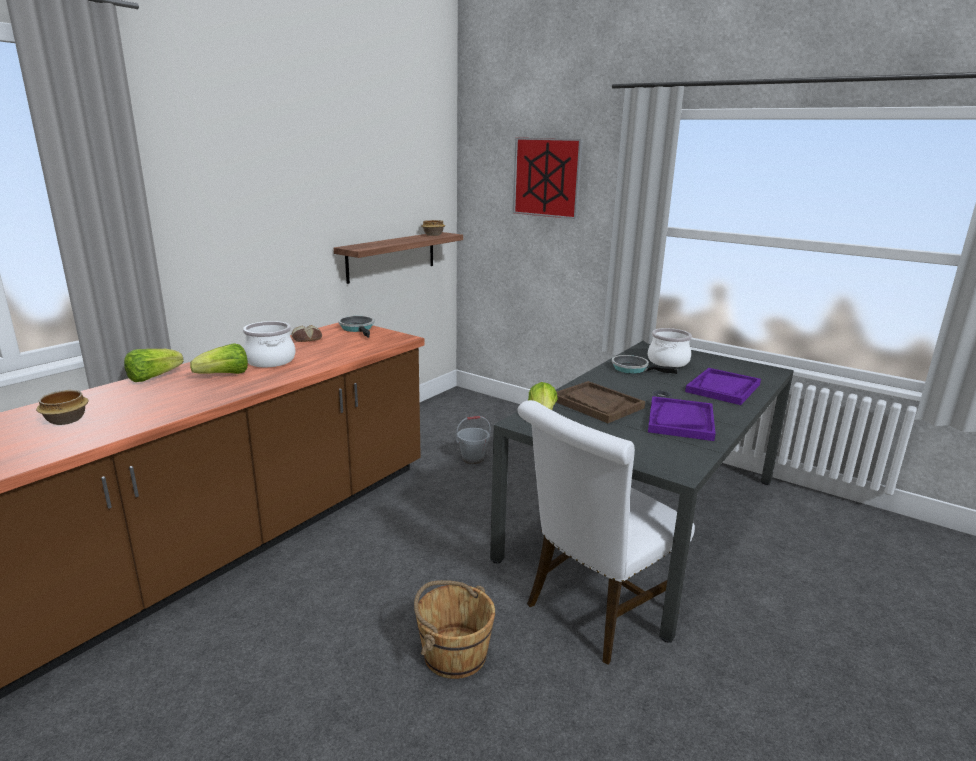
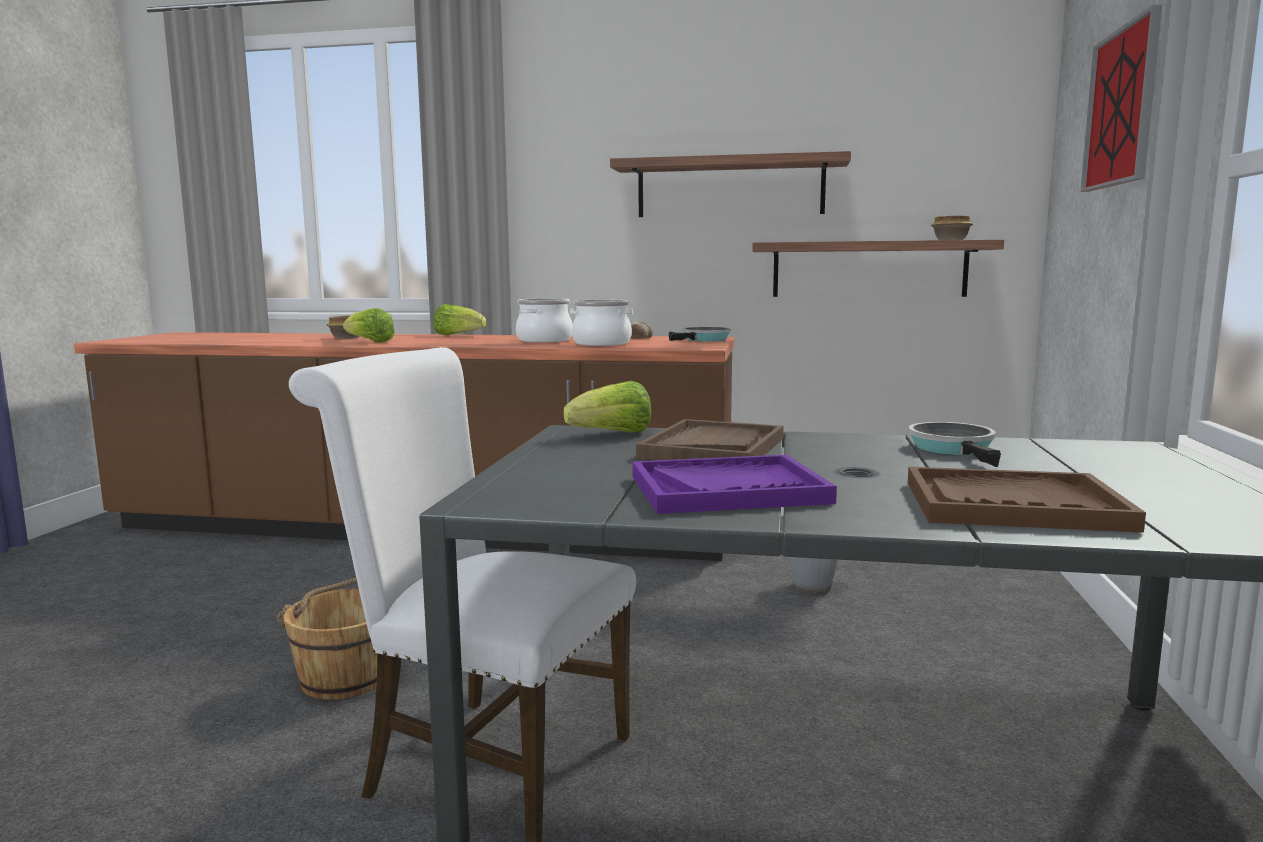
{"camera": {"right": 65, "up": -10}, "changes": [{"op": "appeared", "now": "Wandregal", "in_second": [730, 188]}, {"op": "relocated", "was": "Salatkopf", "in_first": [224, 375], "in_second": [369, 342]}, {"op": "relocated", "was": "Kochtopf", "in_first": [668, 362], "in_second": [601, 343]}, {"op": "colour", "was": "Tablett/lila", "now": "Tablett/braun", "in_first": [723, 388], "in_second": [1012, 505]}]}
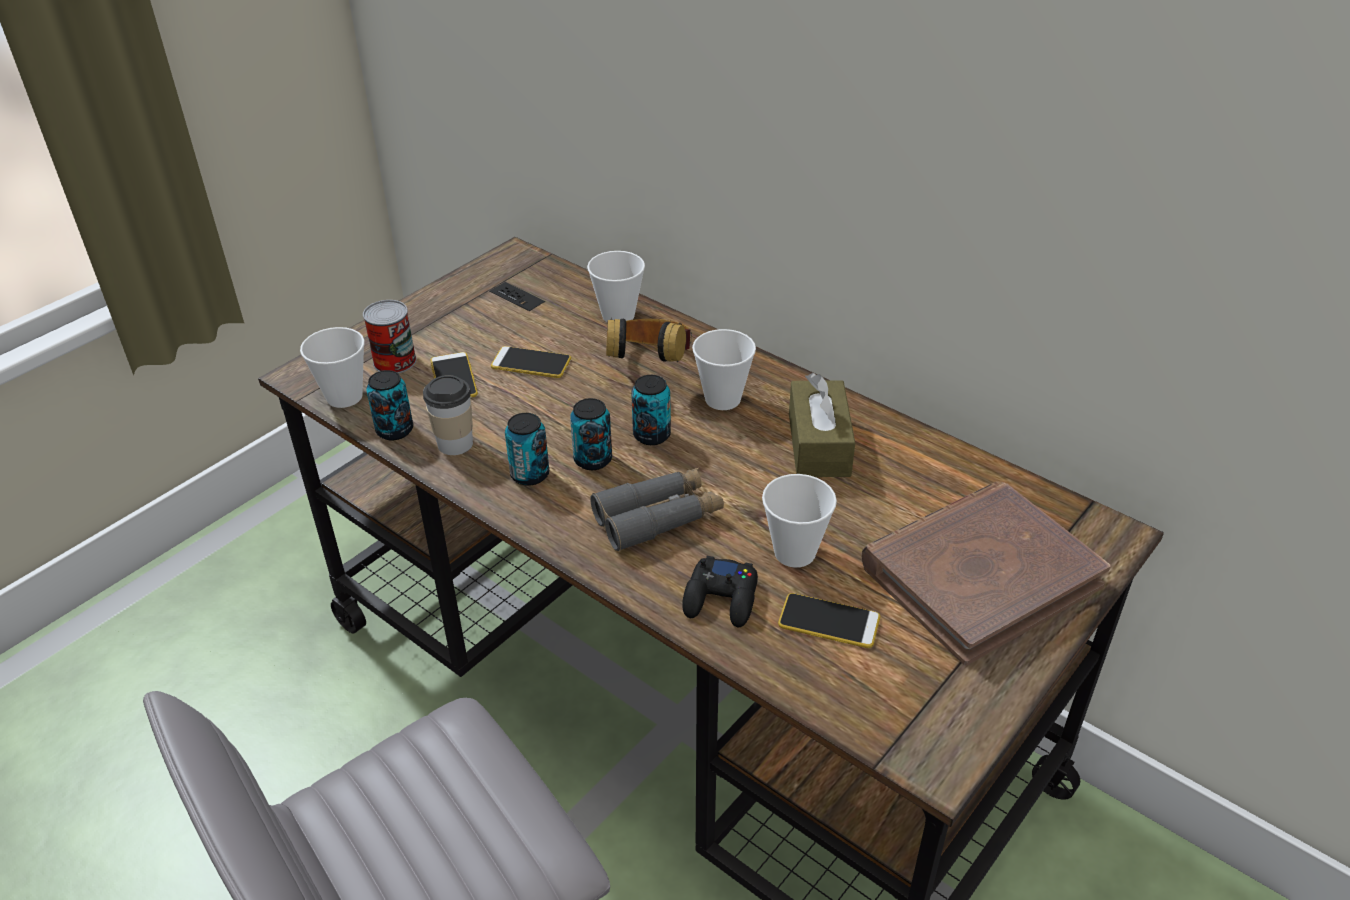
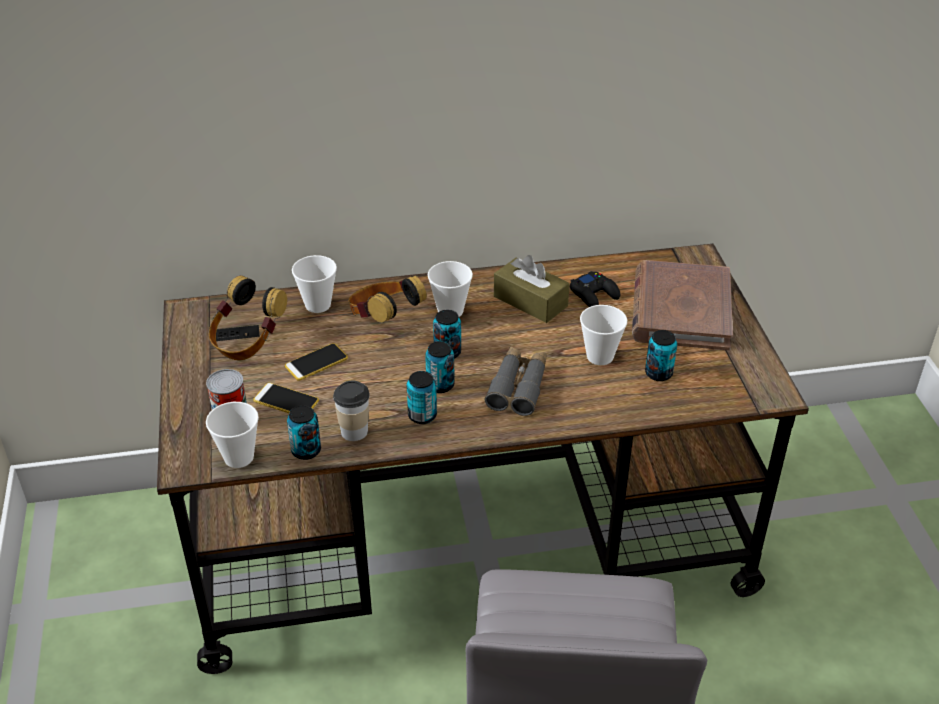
{"camera": {"right": -50, "up": 0}, "changes": [{"op": "appeared", "now": "Kopfhörer", "in_second": [247, 342]}, {"op": "relocated", "was": "Gamepad/schwarz", "in_first": [721, 599], "in_second": [594, 295]}, {"op": "exchanged", "was": "Handy", "now": "Dose", "in_first": [829, 621], "in_second": [658, 373]}]}
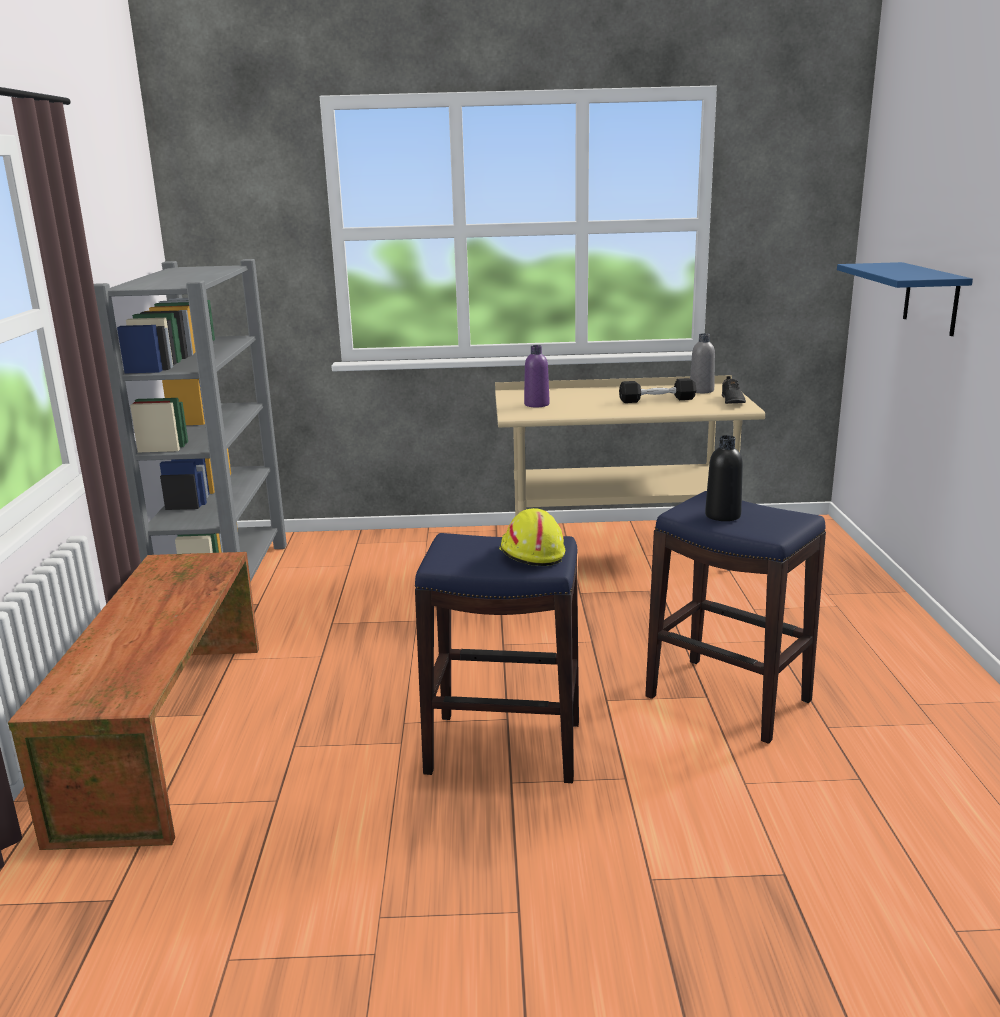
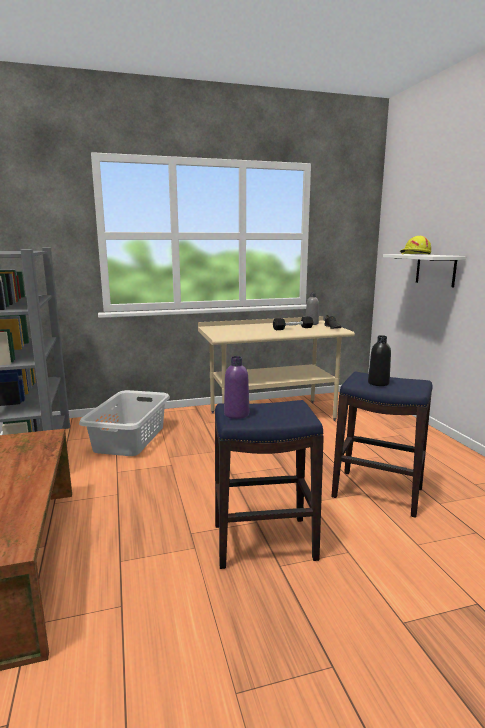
{"camera": {"right": -15, "up": -5}, "changes": [{"op": "appeared", "now": "Wäschekorb/grau", "in_second": [130, 438]}, {"op": "relocated", "was": "Schutzhelm/gelb", "in_first": [530, 553], "in_second": [414, 254]}, {"op": "relocated", "was": "Flasche/lila", "in_first": [536, 404], "in_second": [236, 414]}, {"op": "colour", "was": "Wandregal/blau", "now": "Wandregal/weiß", "in_first": [931, 298], "in_second": [435, 270]}]}
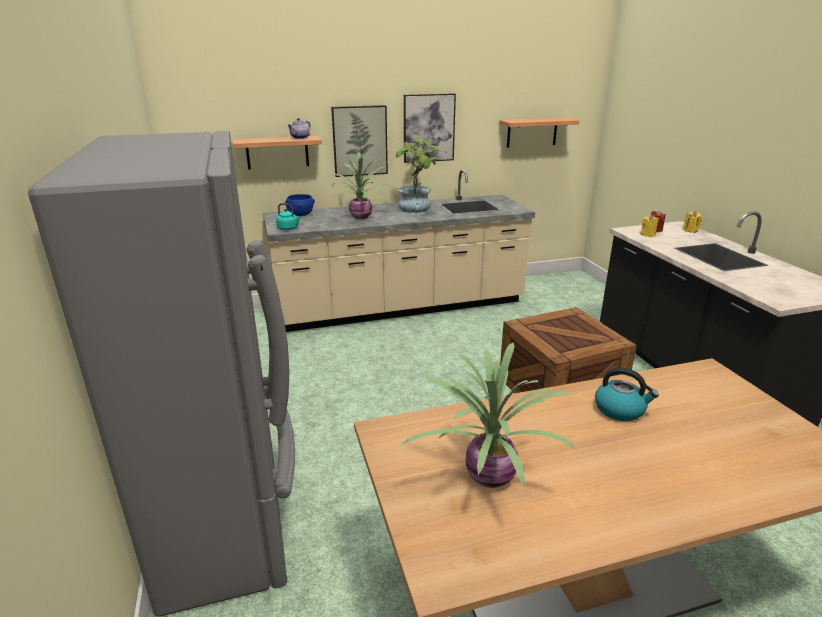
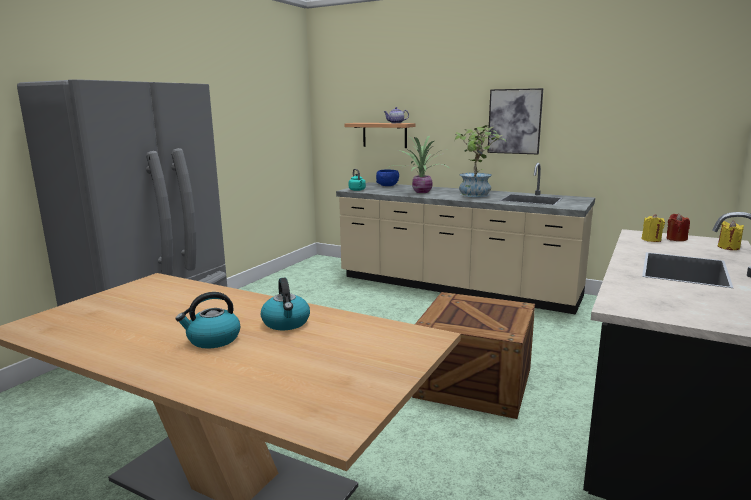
{"camera": {"right": 45, "up": -10}, "changes": [{"op": "missing", "was": "Bild", "in_first": [360, 141]}, {"op": "missing", "was": "Topfpflanze", "in_first": [487, 476]}, {"op": "missing", "was": "Wandregal", "in_first": [532, 132]}, {"op": "appeared", "now": "Wasserkessel", "in_second": [213, 340]}]}
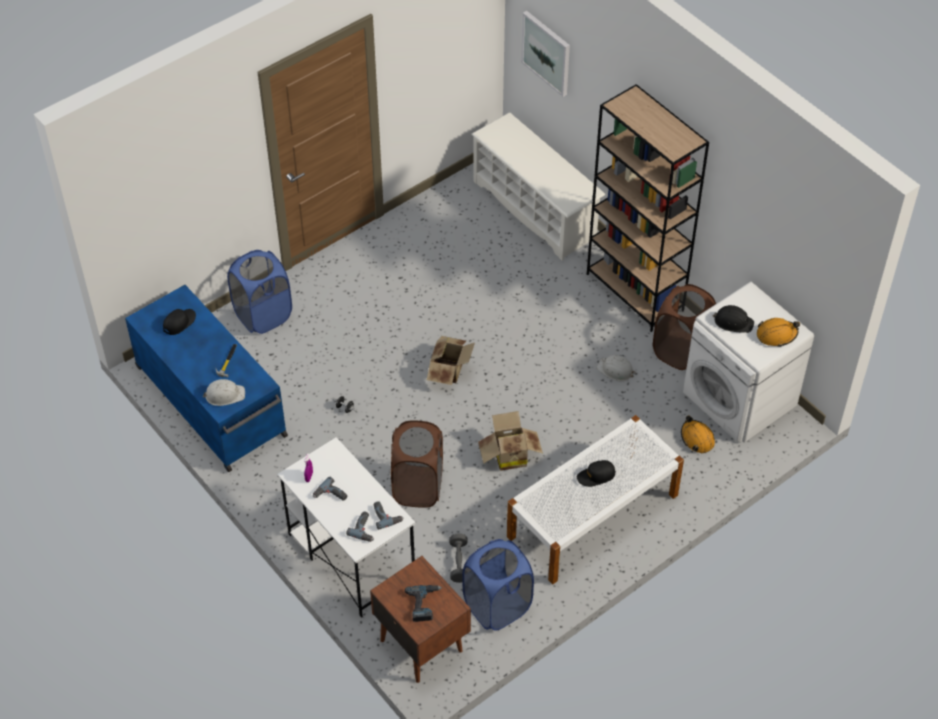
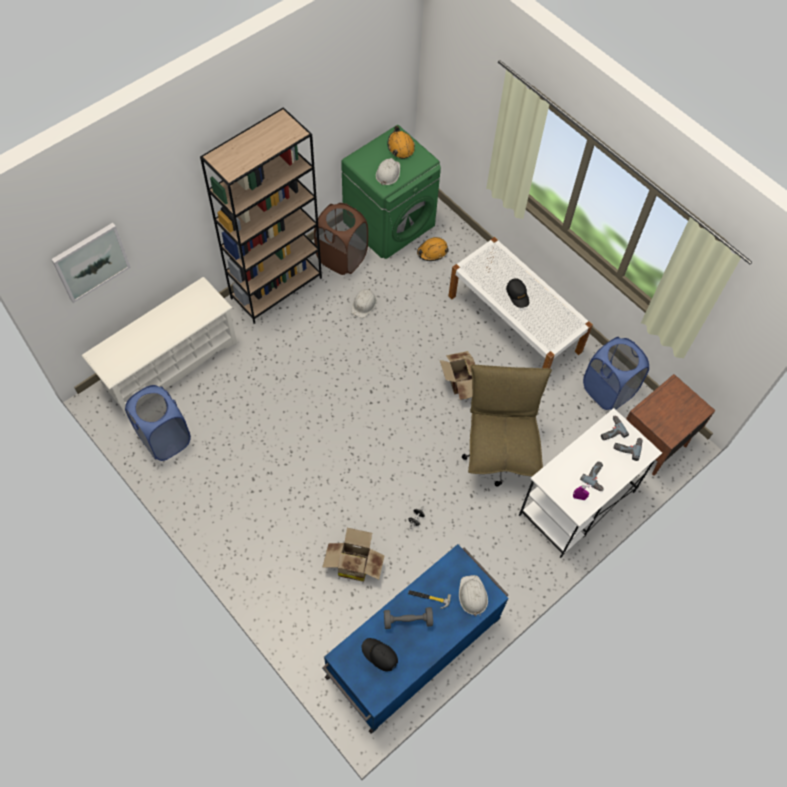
{"camera": {"right": -95, "up": 10}, "changes": [{"op": "missing", "was": "Bohrmaschine", "in_first": [424, 604]}, {"op": "relocated", "was": "Wäschekorb/blau", "in_first": [263, 315], "in_second": [164, 438]}, {"op": "relocated", "was": "Karton", "in_first": [450, 371], "in_second": [353, 564]}, {"op": "relocated", "was": "Hantel/grau", "in_first": [458, 562], "in_second": [408, 620]}, {"op": "exchanged", "was": "Wäschekorb/braun", "now": "Bürostuhl/beige", "in_first": [418, 487], "in_second": [499, 453]}, {"op": "colour", "was": "Waschmaschine/weiß", "now": "Waschmaschine/grün", "in_first": [738, 399], "in_second": [391, 223]}, {"op": "colour", "was": "Schutzhelm/schwarz", "now": "Schutzhelm/weiß", "in_first": [733, 322], "in_second": [388, 173]}]}
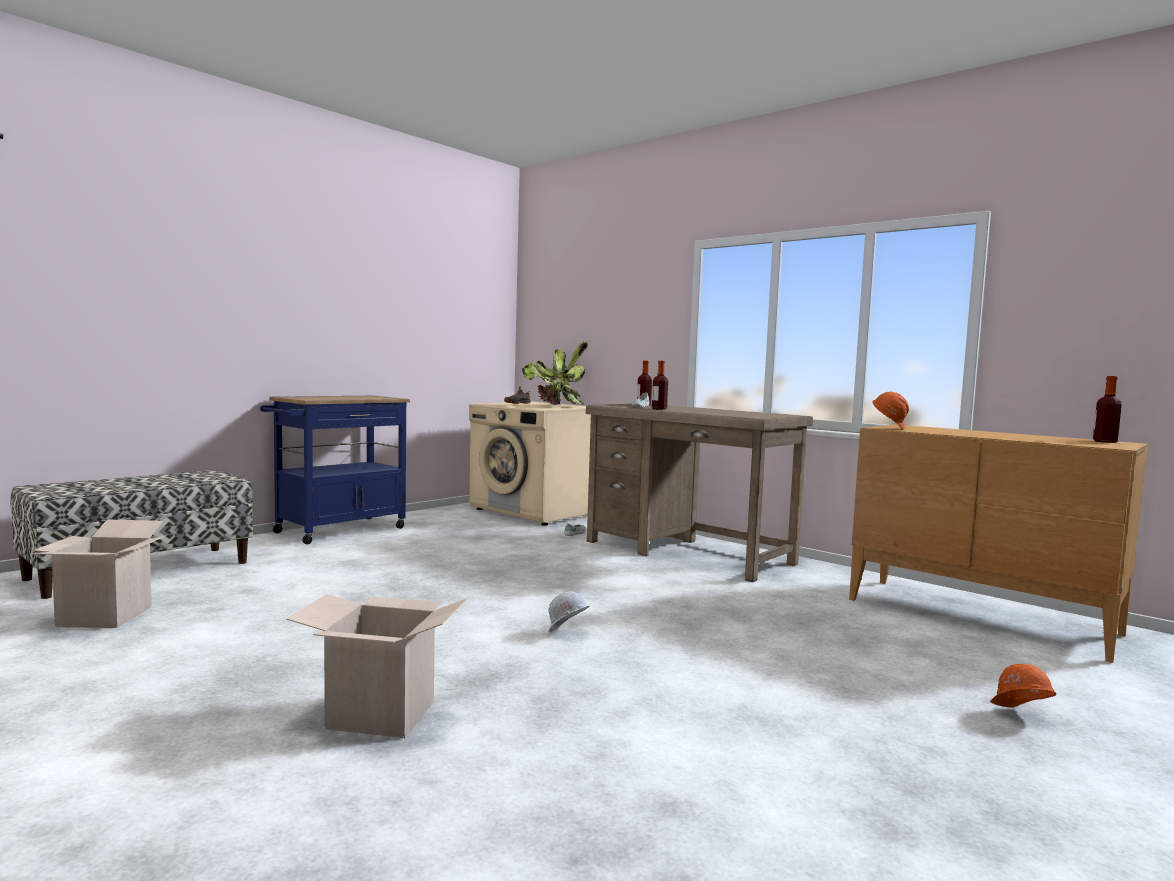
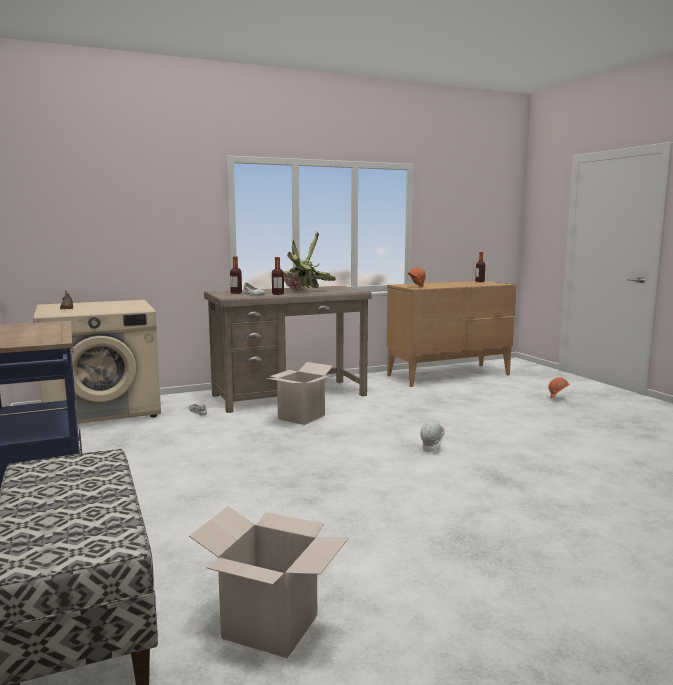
{"camera": {"right": -65, "up": 5}, "changes": [{"op": "relocated", "was": "Karton", "in_first": [381, 714], "in_second": [301, 417]}, {"op": "relocated", "was": "Topfpflanze", "in_first": [556, 405], "in_second": [305, 291]}]}
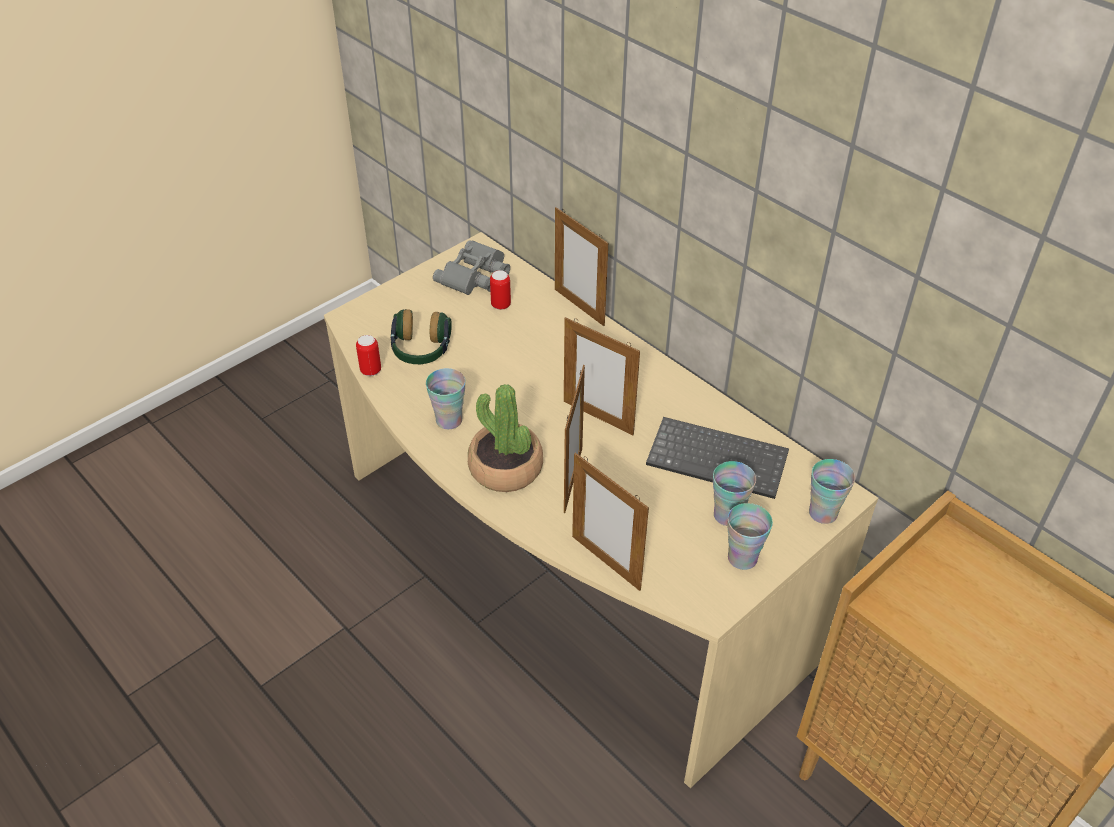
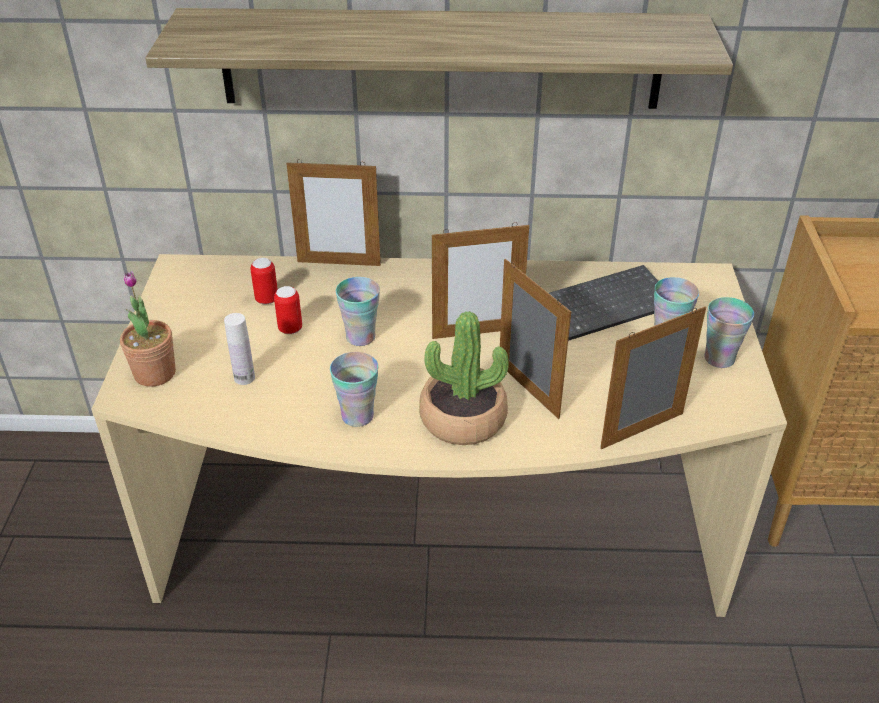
{"camera": {"right": -45, "up": -5}, "changes": [{"op": "missing", "was": "Fernglas/grau", "in_first": [476, 275]}, {"op": "appeared", "now": "Topfpflanze", "in_second": [155, 373]}, {"op": "appeared", "now": "Wandregal", "in_second": [440, 58]}, {"op": "relocated", "was": "Dose", "in_first": [371, 371], "in_second": [290, 329]}, {"op": "relocated", "was": "Tasse", "in_first": [823, 513], "in_second": [360, 337]}, {"op": "exchanged", "was": "Kopfhörer", "now": "Flasche/weiß", "in_first": [421, 350], "in_second": [244, 378]}, {"op": "spun", "was": "Bilderrahmen", "in_first": [606, 562], "in_second": [642, 431], "clockwise": 150}]}
